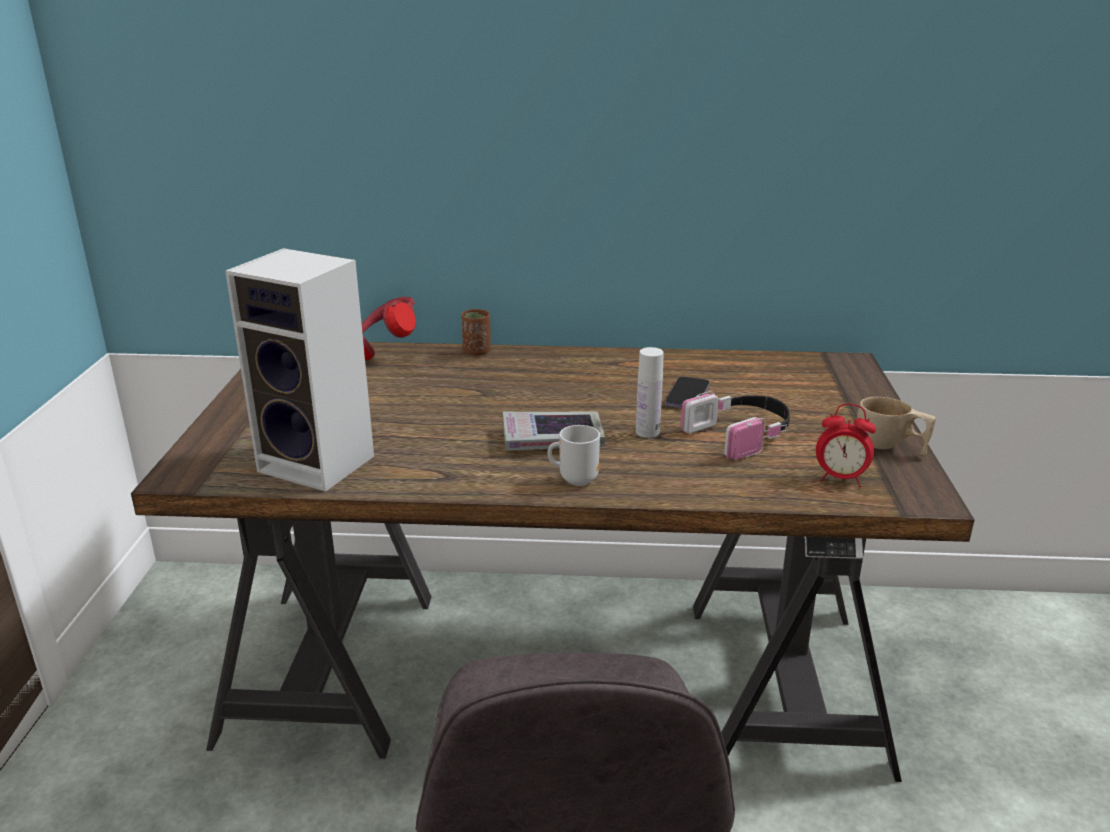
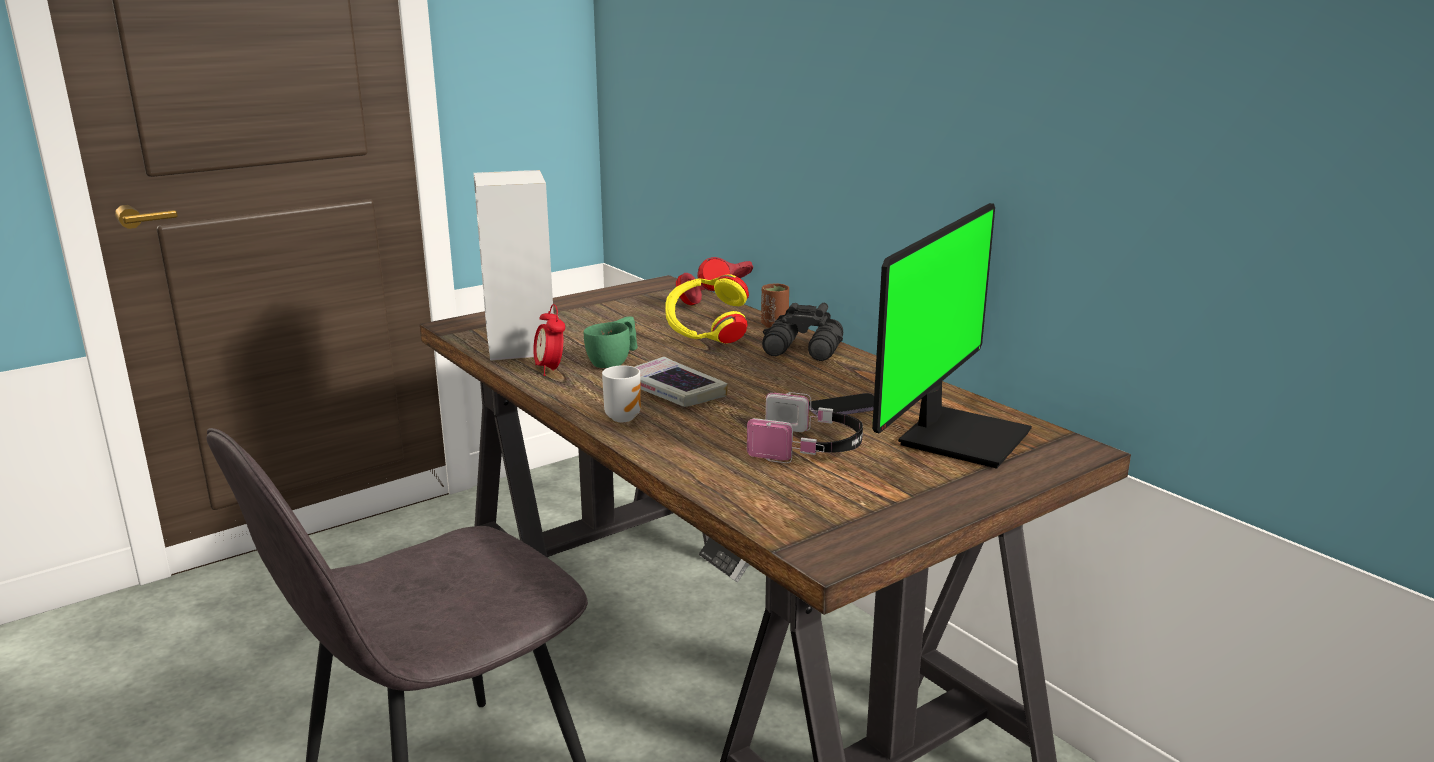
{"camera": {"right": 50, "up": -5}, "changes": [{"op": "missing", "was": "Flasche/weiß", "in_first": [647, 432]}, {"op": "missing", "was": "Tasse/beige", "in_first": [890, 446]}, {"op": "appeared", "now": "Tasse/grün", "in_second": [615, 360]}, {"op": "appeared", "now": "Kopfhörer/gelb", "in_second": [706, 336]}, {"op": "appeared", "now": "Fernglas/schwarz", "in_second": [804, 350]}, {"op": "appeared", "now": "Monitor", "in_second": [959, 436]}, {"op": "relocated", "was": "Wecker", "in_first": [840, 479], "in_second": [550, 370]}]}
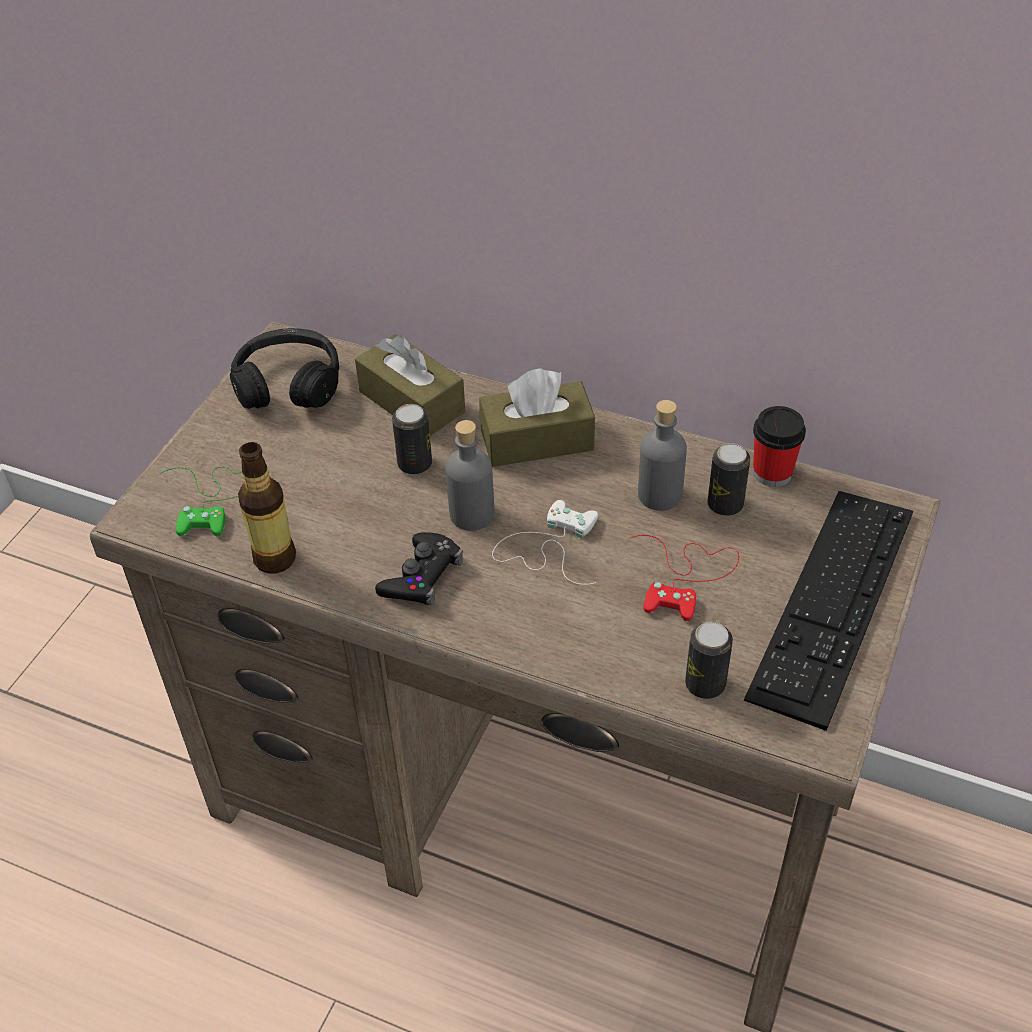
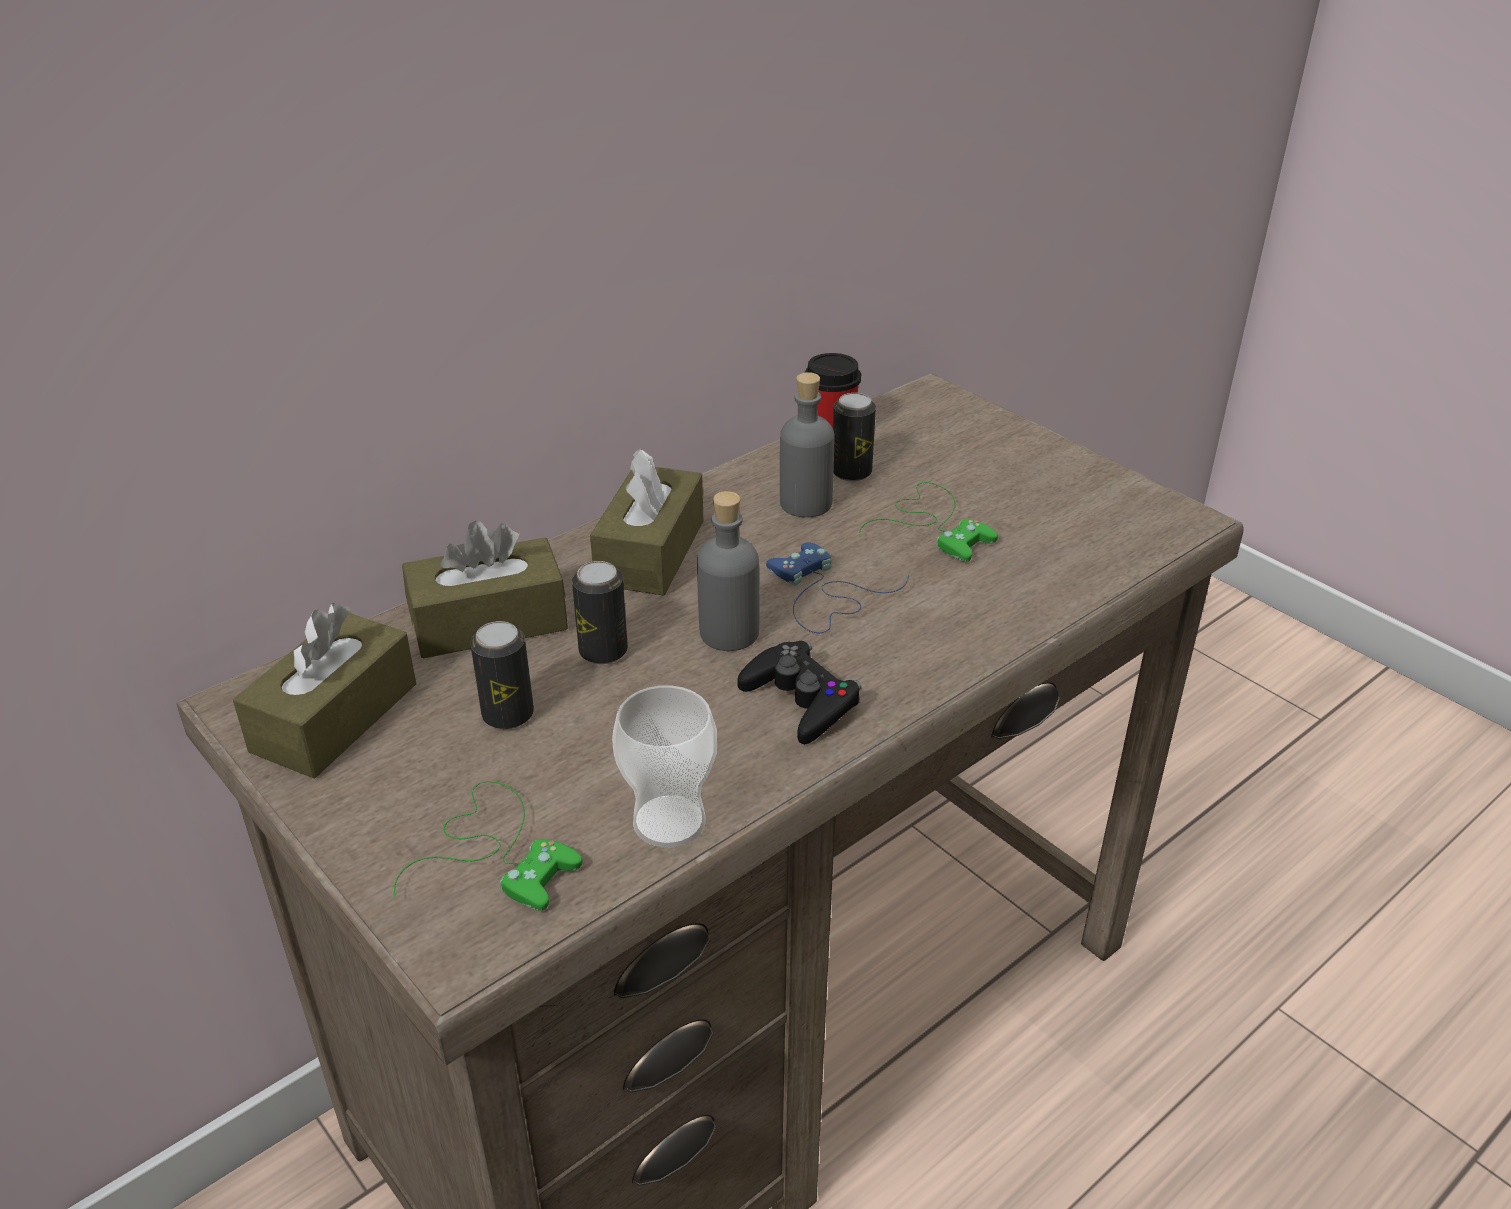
{"camera": {"right": -65, "up": -10}, "changes": [{"op": "missing", "was": "Tastatur", "in_first": [832, 602]}, {"op": "relocated", "was": "Dose", "in_first": [705, 684], "in_second": [508, 715]}, {"op": "exchanged", "was": "Kopfhörer/schwarz", "now": "Taschentuchbox/braun", "in_first": [288, 384], "in_second": [335, 717]}, {"op": "exchanged", "was": "Flasche", "now": "Tasse", "in_first": [275, 558], "in_second": [669, 821]}, {"op": "colour", "was": "Gamepad/weiß", "now": "Gamepad/blau", "in_first": [548, 546], "in_second": [824, 595]}, {"op": "colour", "was": "Gamepad/rot", "now": "Gamepad/grün", "in_first": [686, 576], "in_second": [933, 524]}]}
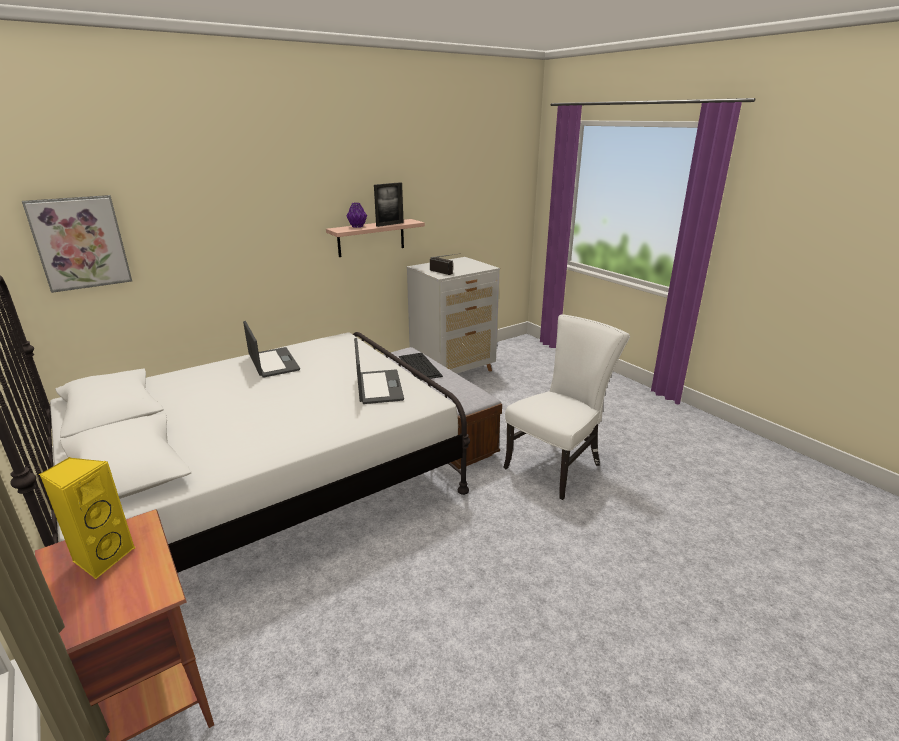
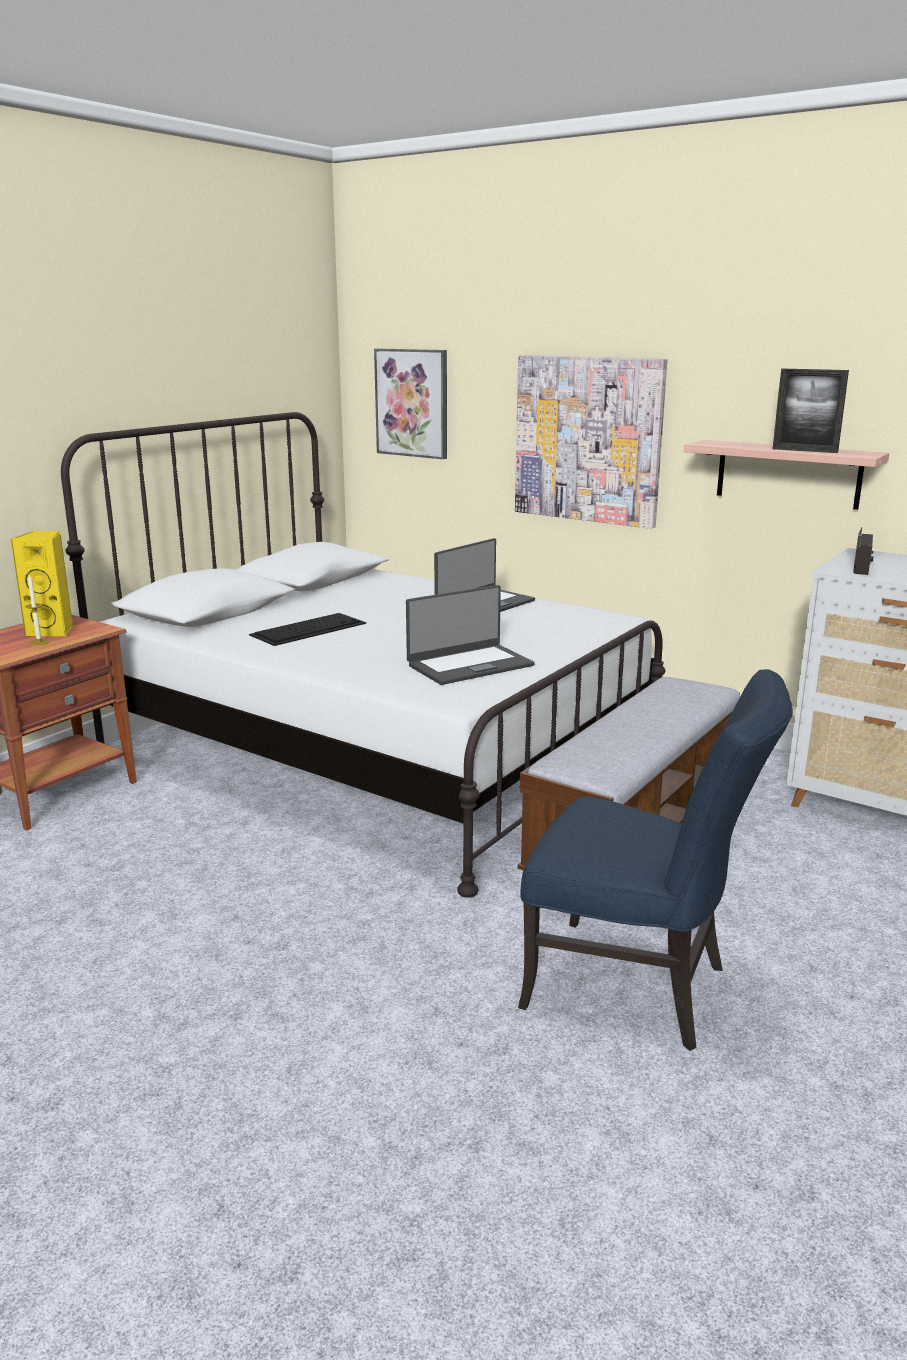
{"camera": {"right": 70, "up": -5}, "changes": [{"op": "missing", "was": "Vase/lila", "in_first": [357, 226]}, {"op": "appeared", "now": "Kerze", "in_second": [39, 642]}, {"op": "appeared", "now": "Bild", "in_second": [588, 440]}, {"op": "relocated", "was": "Tastatur", "in_first": [419, 366], "in_second": [309, 629]}, {"op": "colour", "was": "Stuhl/weiß", "now": "Stuhl/blau", "in_first": [557, 464], "in_second": [638, 987]}]}
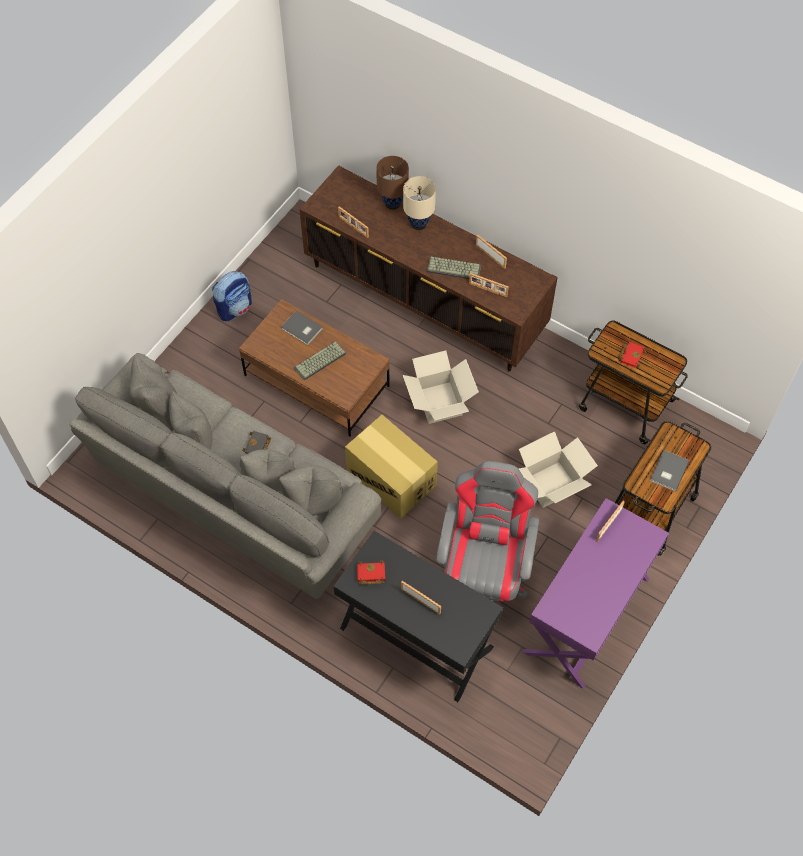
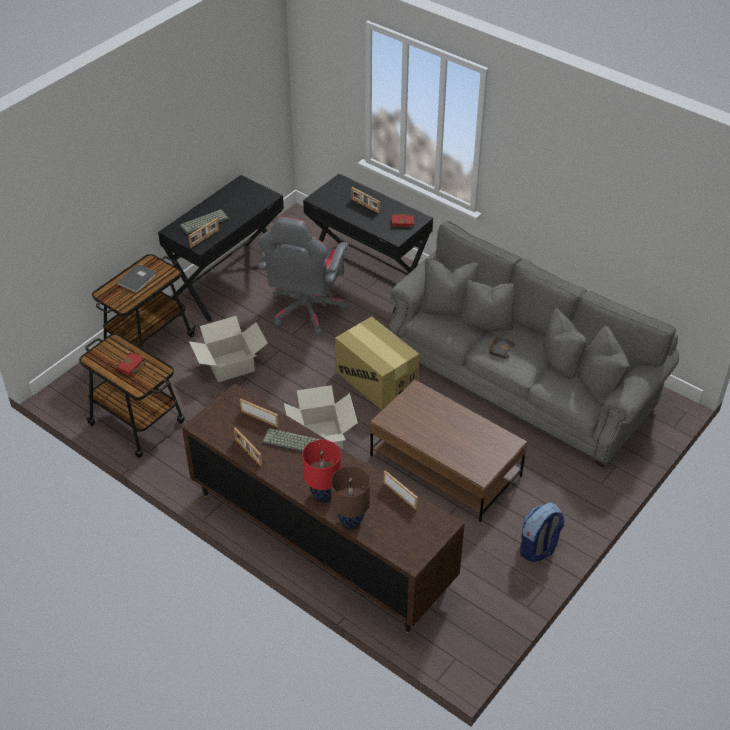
{"camera": {"right": -175, "up": -15}, "changes": [{"op": "missing", "was": "Buch/grau", "in_first": [302, 329]}, {"op": "relocated", "was": "Tastatur", "in_first": [320, 362], "in_second": [204, 222]}, {"op": "colour", "was": "Tischlampe/beige", "now": "Tischlampe/rot", "in_first": [419, 223], "in_second": [322, 495]}, {"op": "colour", "was": "Schreibtisch/lila", "now": "Schreibtisch/schwarz", "in_first": [587, 615], "in_second": [228, 280]}]}
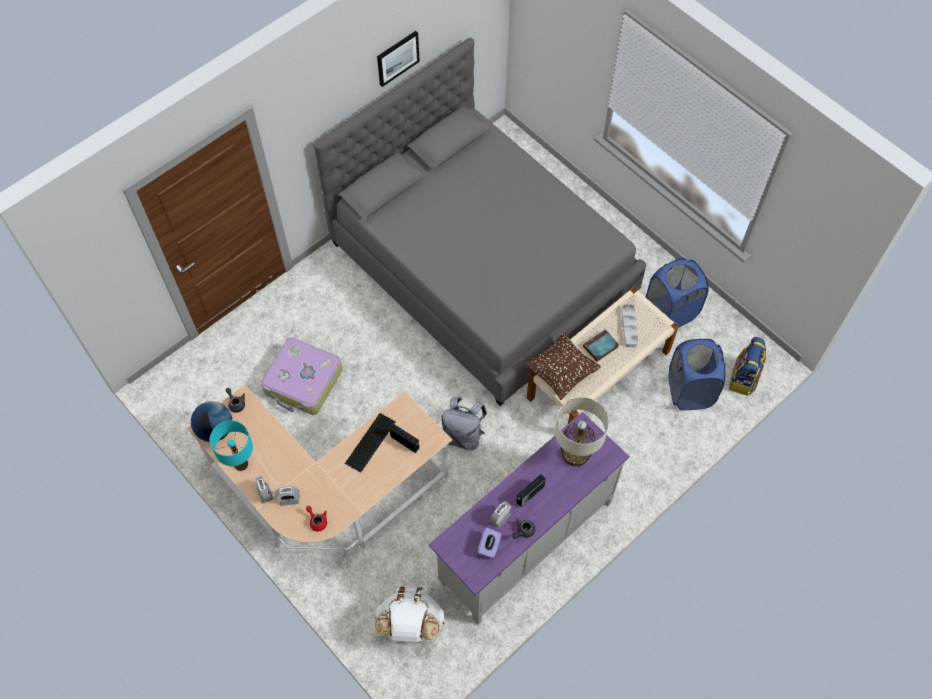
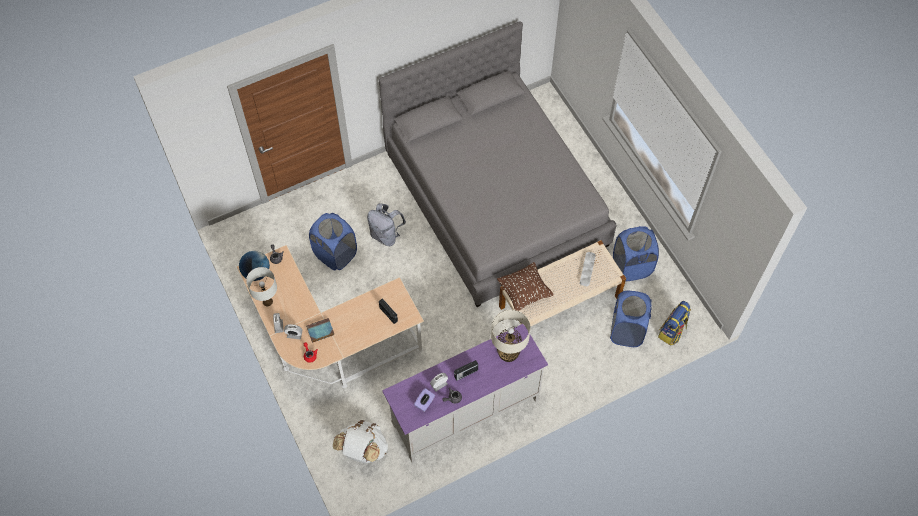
{"camera": {"right": 15, "up": 0}, "changes": [{"op": "missing", "was": "Tastatur", "in_first": [369, 442]}, {"op": "missing", "was": "Bild", "in_first": [397, 58]}, {"op": "relocated", "was": "Rucksack/grau", "in_first": [463, 435], "in_second": [386, 235]}, {"op": "relocated", "was": "Buch", "in_first": [600, 347], "in_second": [320, 331]}, {"op": "exchanged", "was": "Koffer", "now": "Wäschekorb/blau", "in_first": [303, 382], "in_second": [335, 254]}, {"op": "colour", "was": "Tischlampe/türkis", "now": "Tischlampe/weiß", "in_first": [241, 464], "in_second": [267, 301]}]}
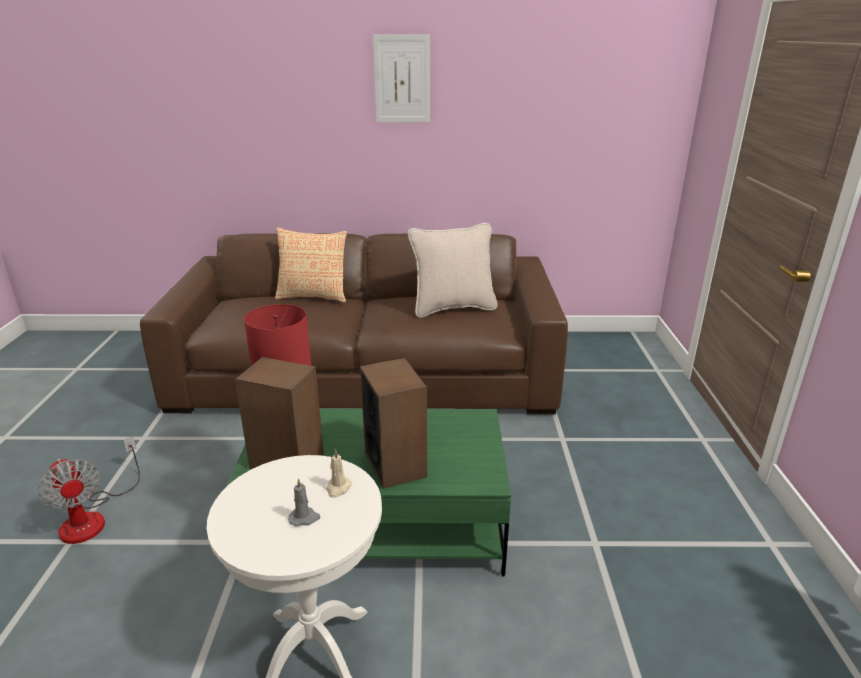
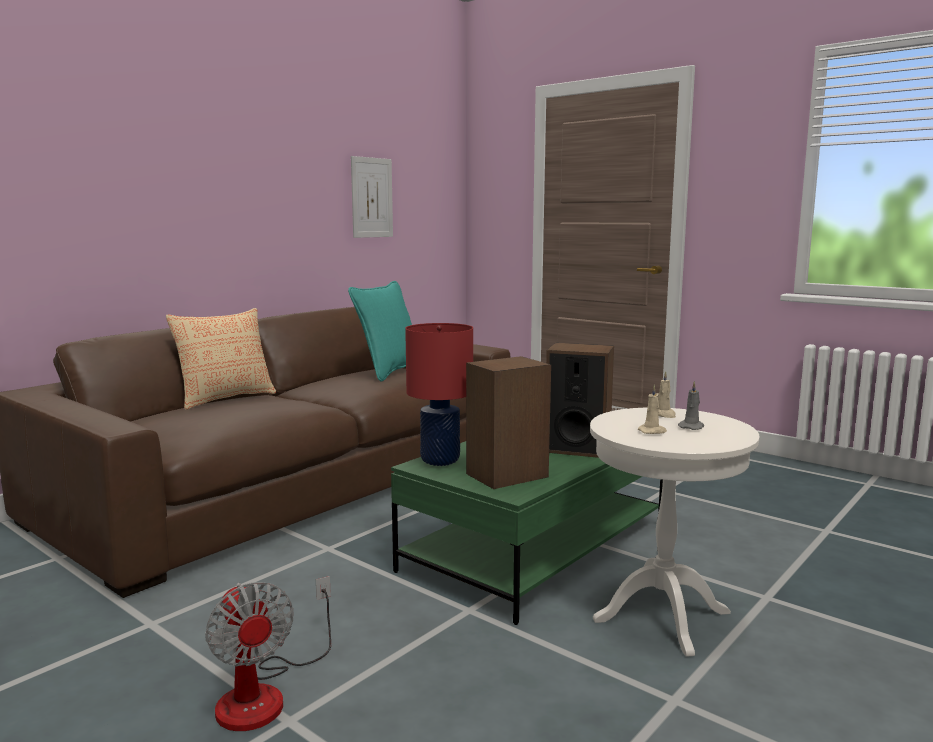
{"camera": {"right": -50, "up": -15}, "changes": [{"op": "appeared", "now": "Kerze/beige", "in_second": [652, 431]}, {"op": "relocated", "was": "Bild", "in_first": [402, 79], "in_second": [372, 197]}, {"op": "colour", "was": "Kissen/beige", "now": "Kissen/türkis", "in_first": [453, 308], "in_second": [389, 372]}, {"op": "spun", "was": "Ventilator", "in_first": [93, 517], "in_second": [265, 693], "clockwise": 60}]}
